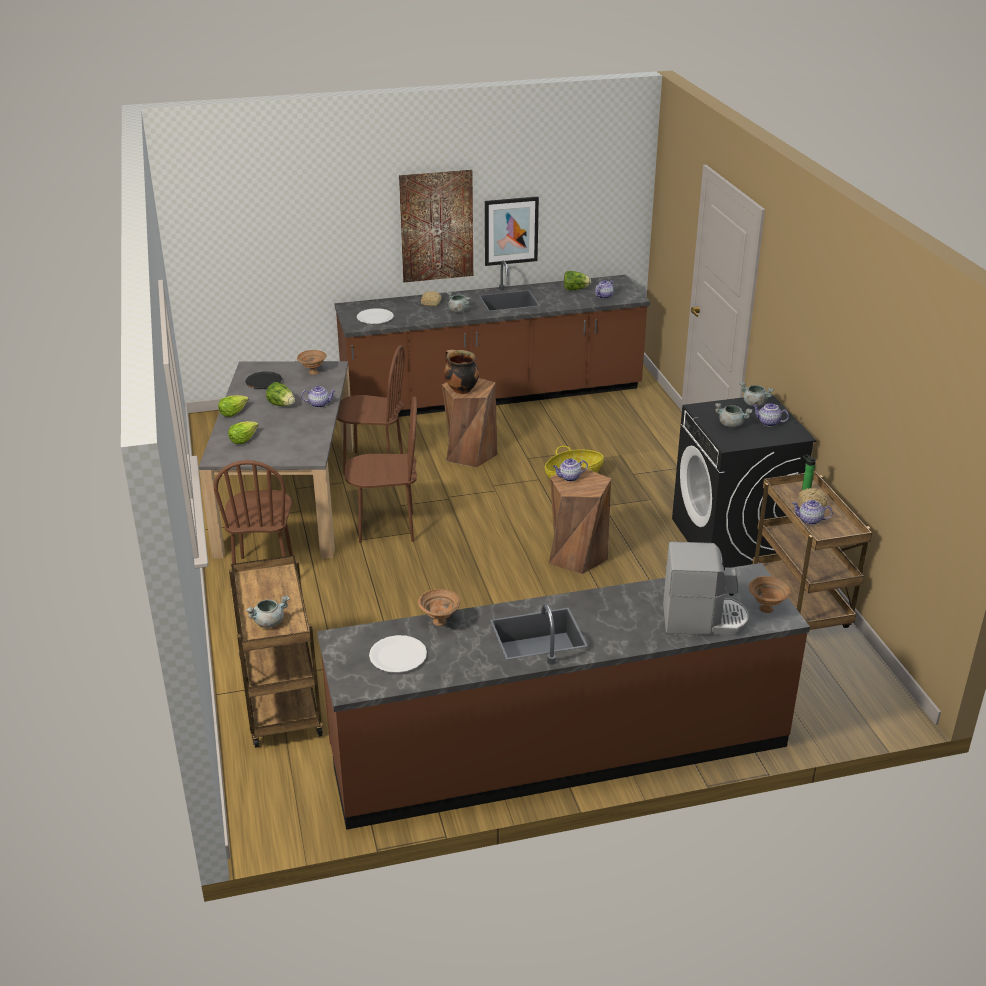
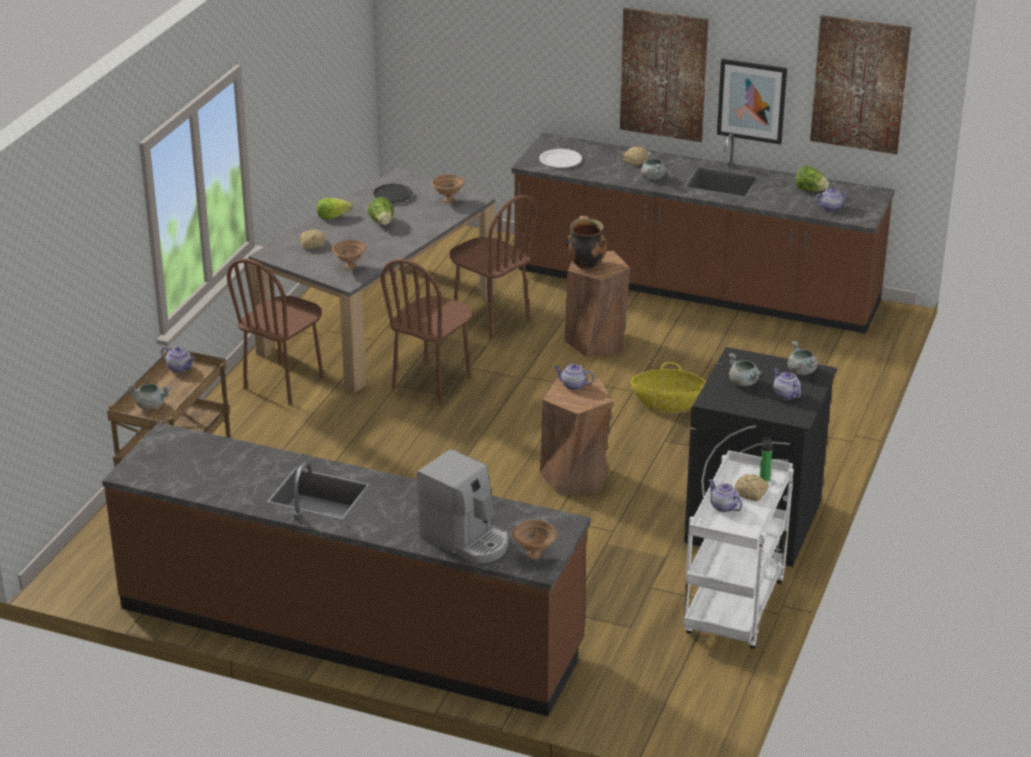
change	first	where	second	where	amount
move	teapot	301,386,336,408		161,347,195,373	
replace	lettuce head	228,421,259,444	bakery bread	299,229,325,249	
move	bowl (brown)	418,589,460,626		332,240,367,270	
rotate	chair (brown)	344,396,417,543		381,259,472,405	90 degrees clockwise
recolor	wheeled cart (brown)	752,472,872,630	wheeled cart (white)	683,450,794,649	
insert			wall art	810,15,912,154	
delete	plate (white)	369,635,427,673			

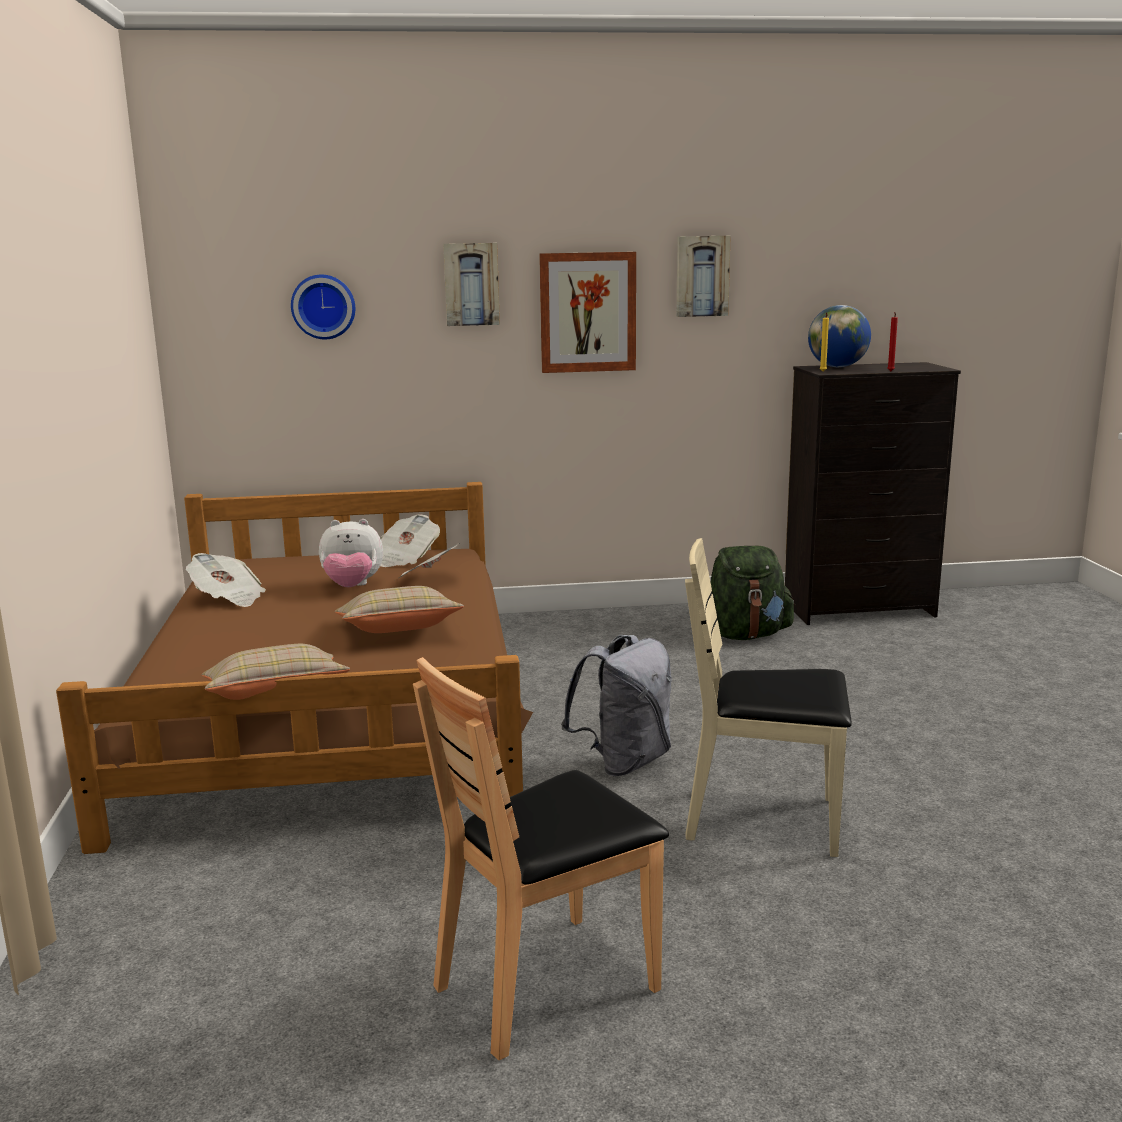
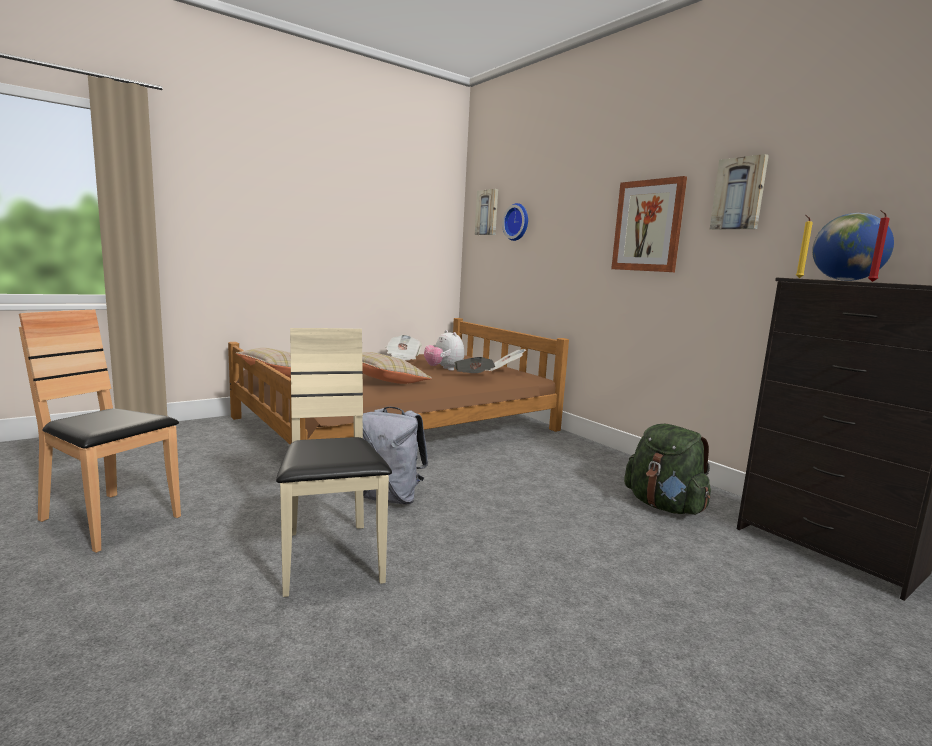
change	first	where	second	where	amount
move	wall art	443,243,500,326		475,189,498,235	

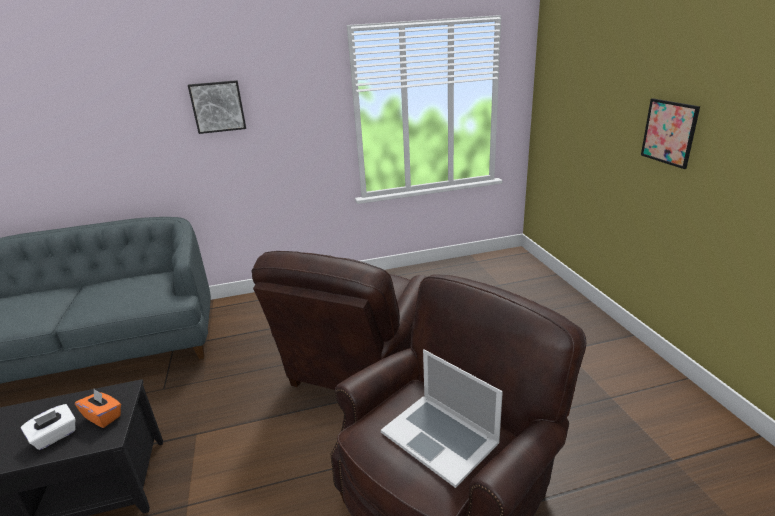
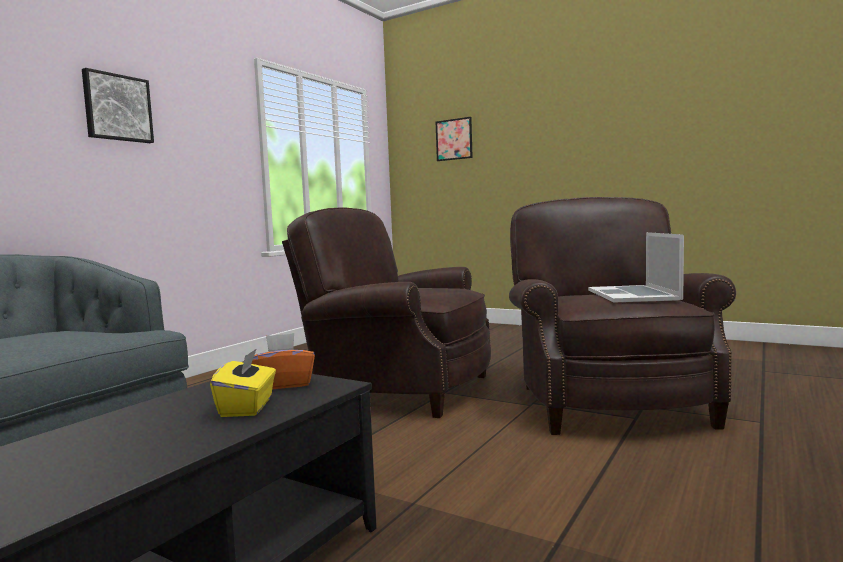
change	first	where	second	where	amount
recolor	tissue holder (white)	21,404,76,450	tissue holder (yellow)	210,348,276,417	
rotate	lounge chair (brown)	252,251,427,390		282,207,491,418	135 degrees clockwise
move	wall art	641,98,700,169		436,117,473,161	
rotate	portable computer	381,349,503,488		588,232,684,302	90 degrees clockwise

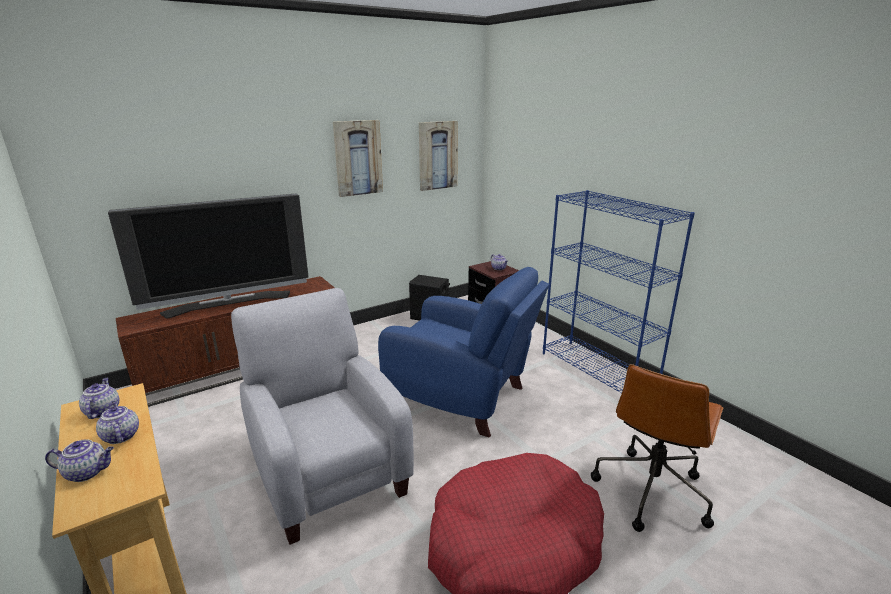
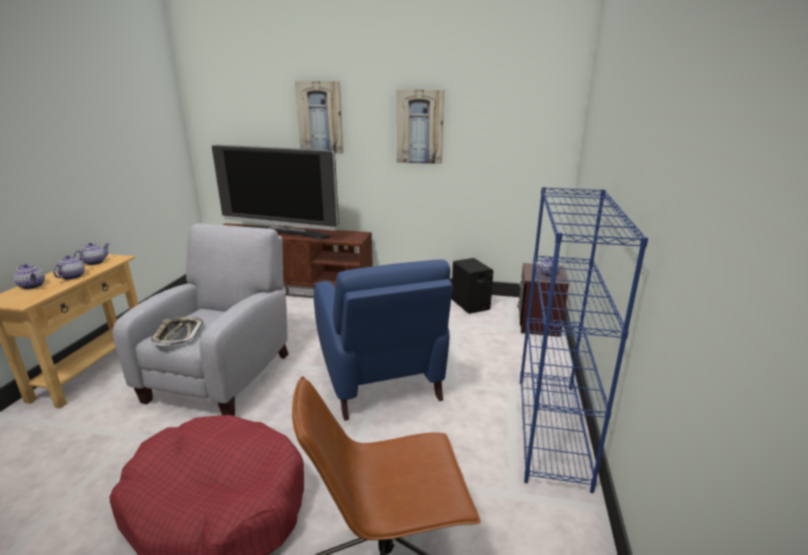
change	first	where	second	where	amount
insert			serving tray	151,317,203,346	
move	wall art	419,121,458,191		295,81,343,154	

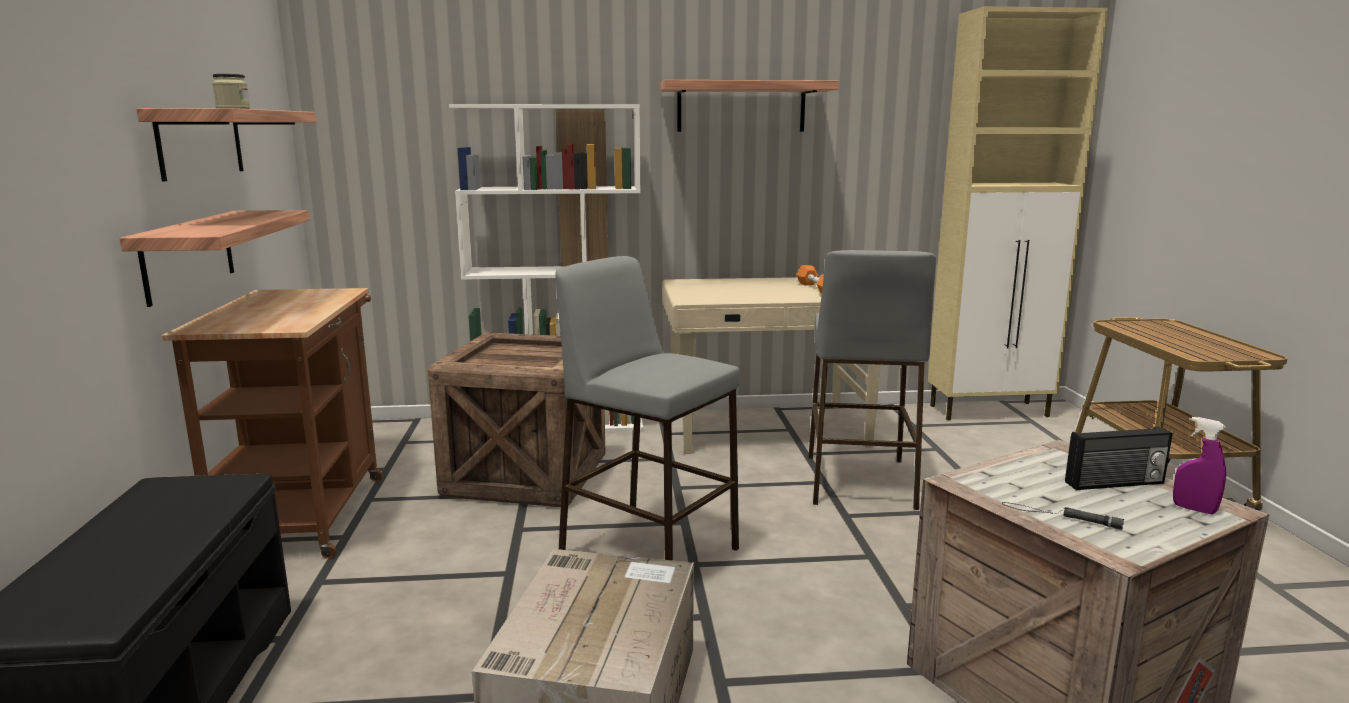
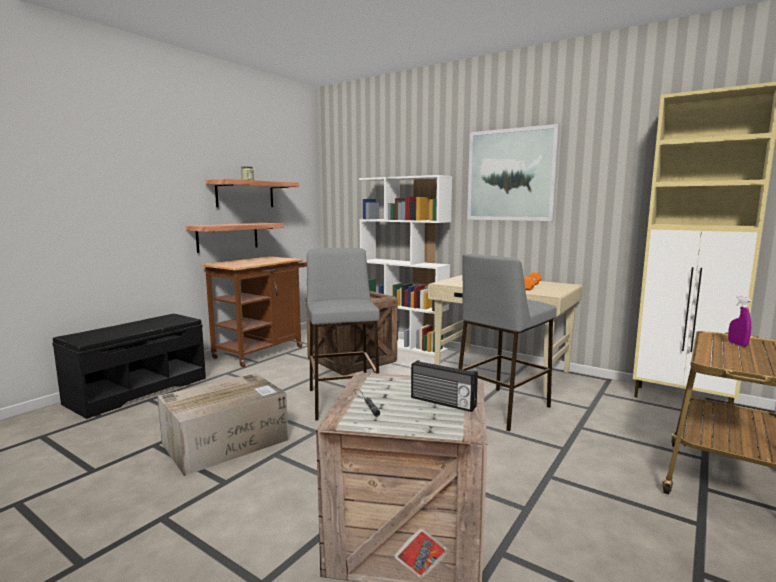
change	first	where	second	where	amount
replace	shelf	660,80,839,132	wall art	467,124,560,221	
move	spray bottle (purple)	1173,417,1226,514		728,296,751,347	

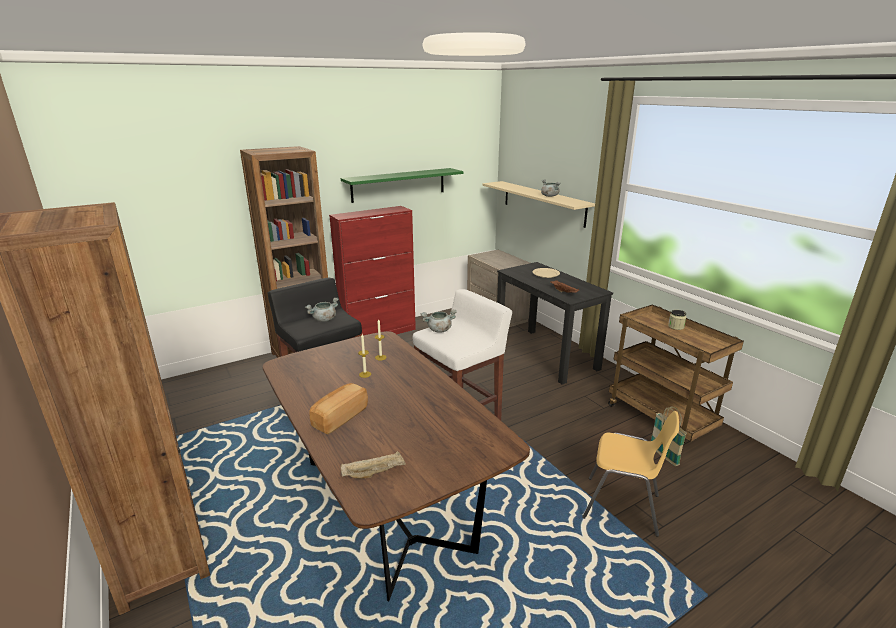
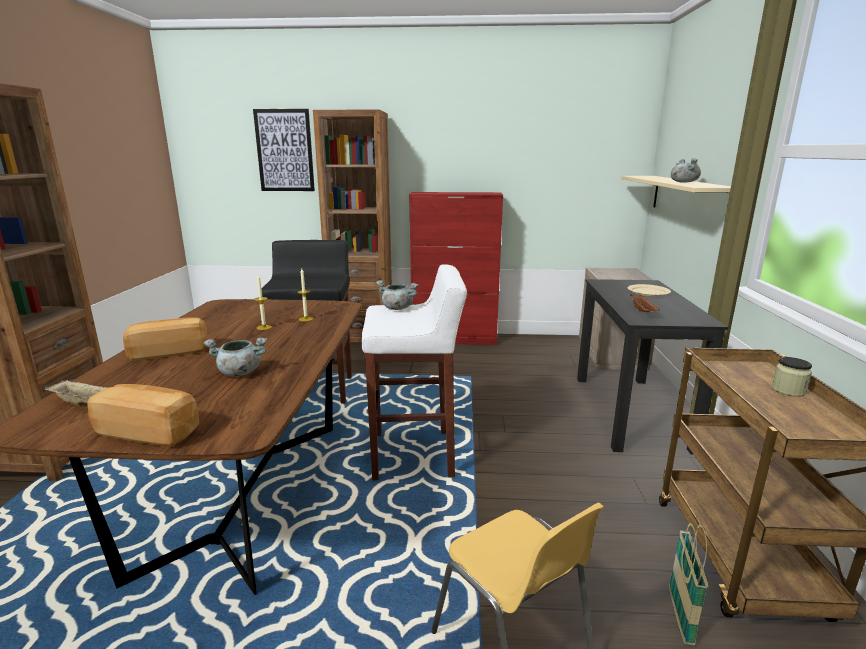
change	first	where	second	where	amount
insert			bakery bread	87,384,199,447	
move	stockpot (grey)	305,298,339,322		203,337,267,376	
insert			wall art	253,109,315,191	
delete	shelf (greenish)	341,168,463,203			

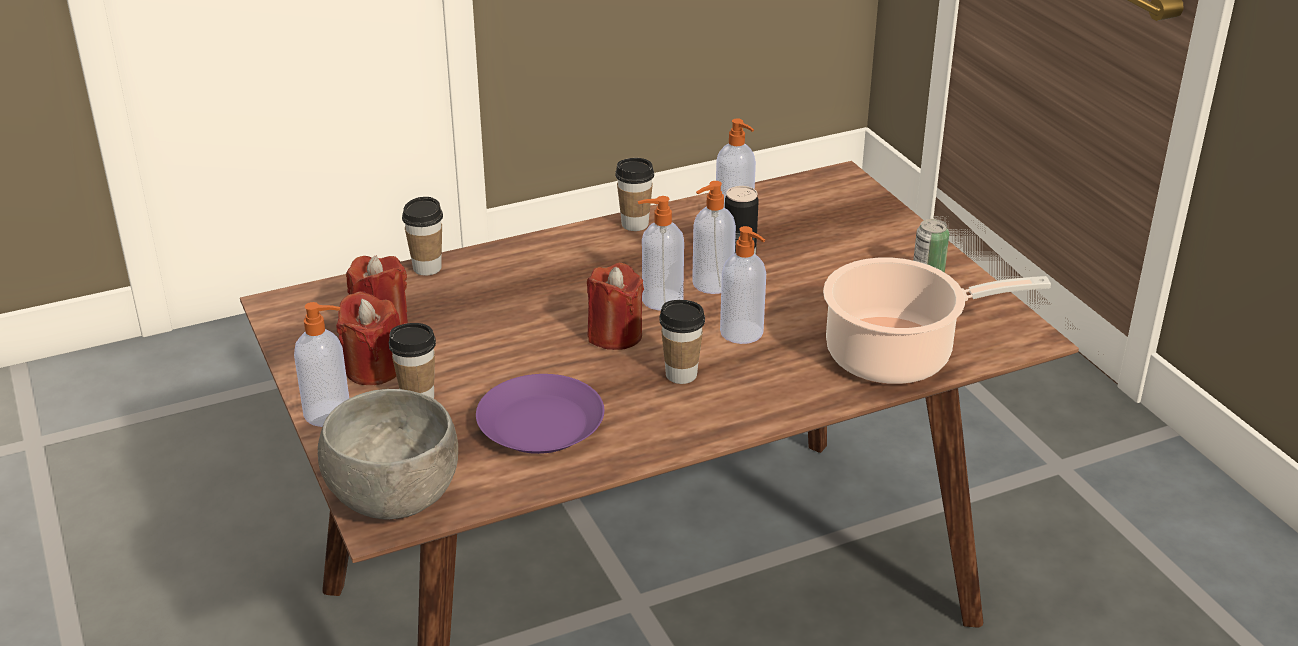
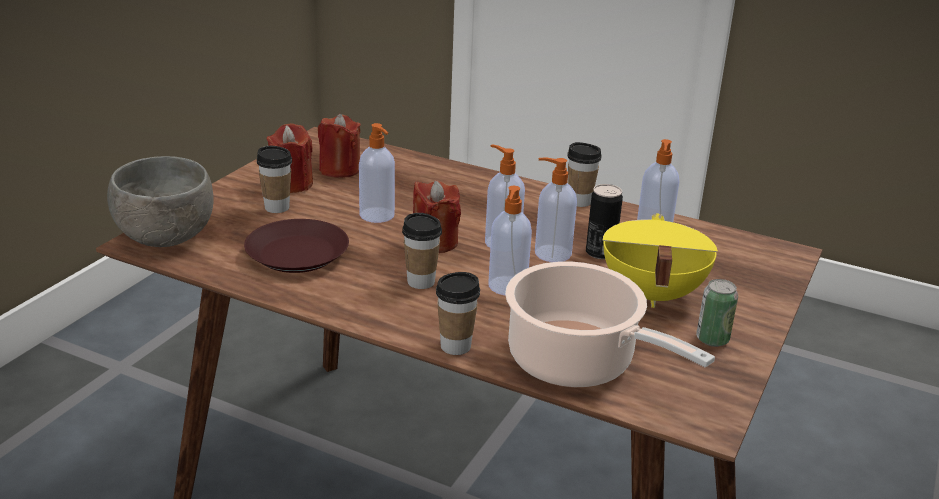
change	first	where	second	where	amount
recolor	plate (purple)	476,374,604,454	plate (brown)	244,219,349,273	
move	soap dispenser	294,302,349,427		359,123,395,223	
move	small cup	402,197,443,276		436,272,480,355	
insert			stockpot (yellow)	602,214,718,308	

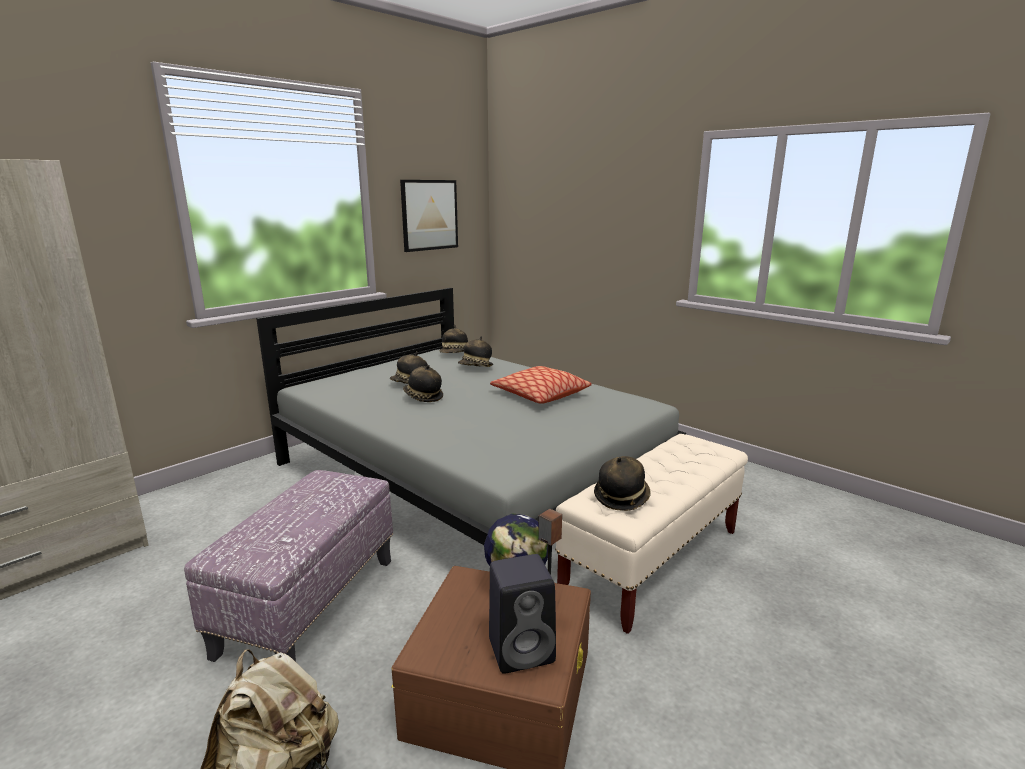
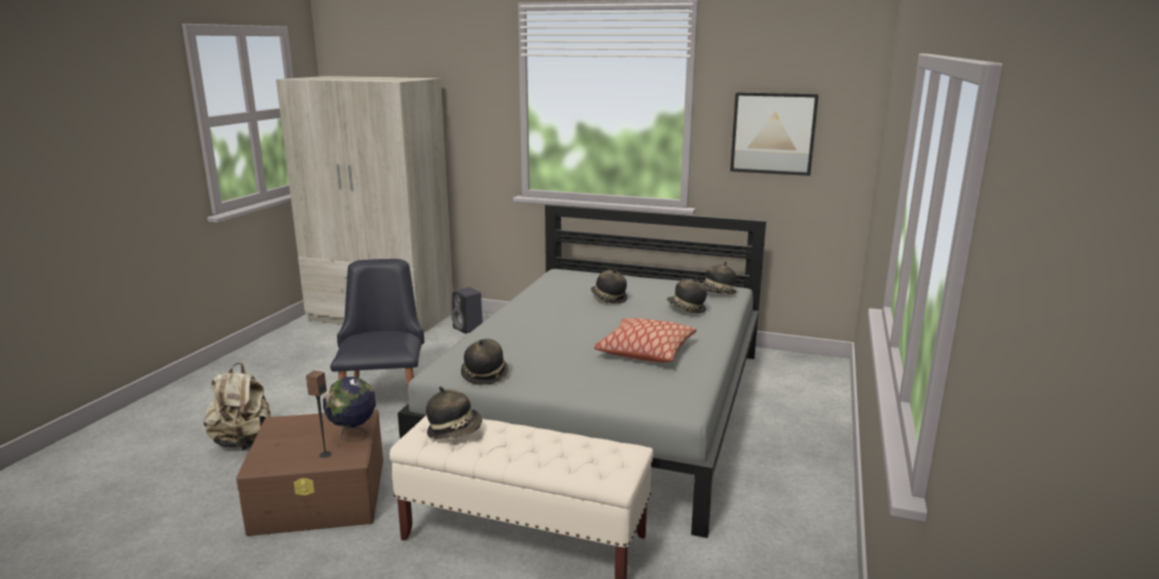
change	first	where	second	where	amount
replace	pouffe	184,470,393,662	chair (blackish)	330,259,424,402	
move	loudspeaker (blackish)	489,554,556,674		452,287,483,334	
move	wearable hat	403,365,443,402		461,339,509,385	

